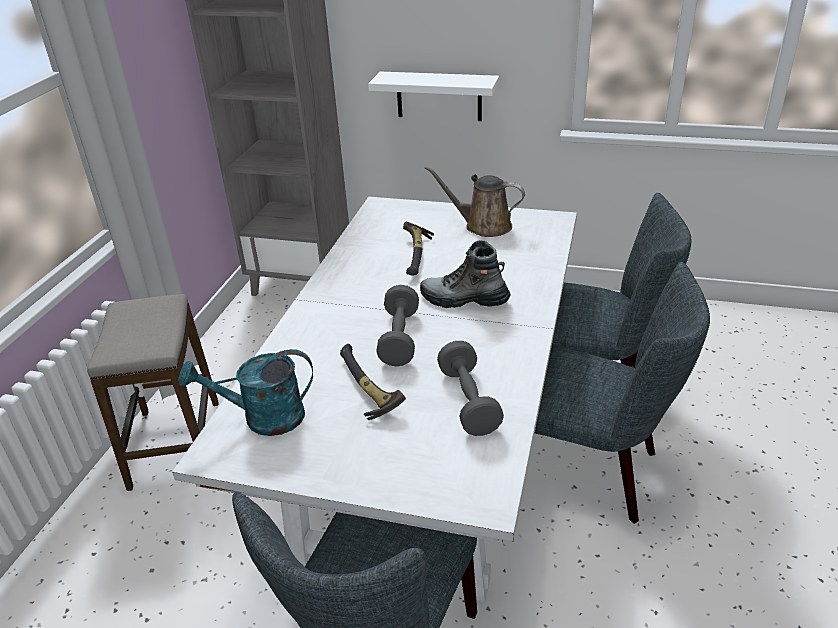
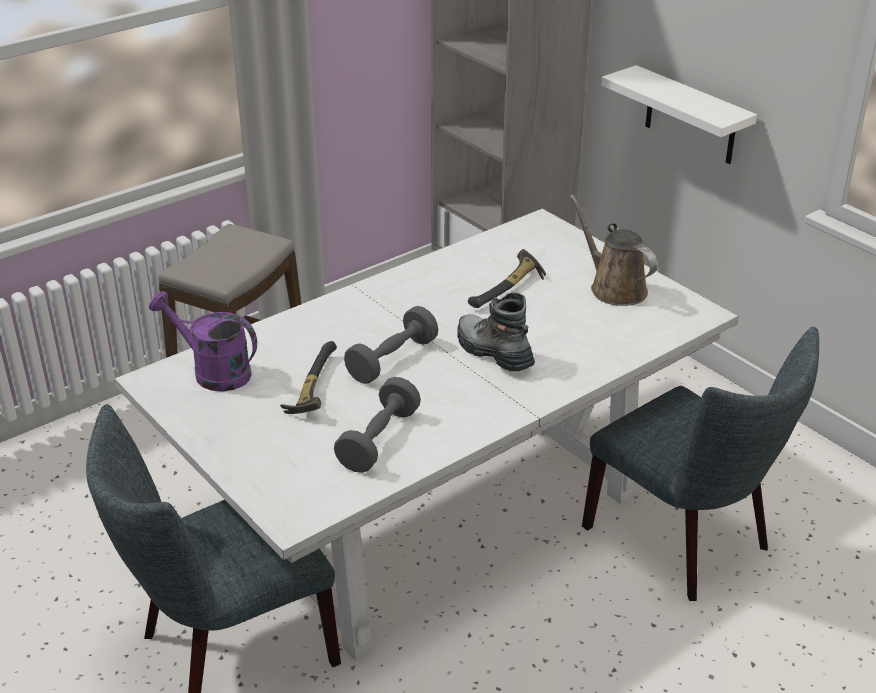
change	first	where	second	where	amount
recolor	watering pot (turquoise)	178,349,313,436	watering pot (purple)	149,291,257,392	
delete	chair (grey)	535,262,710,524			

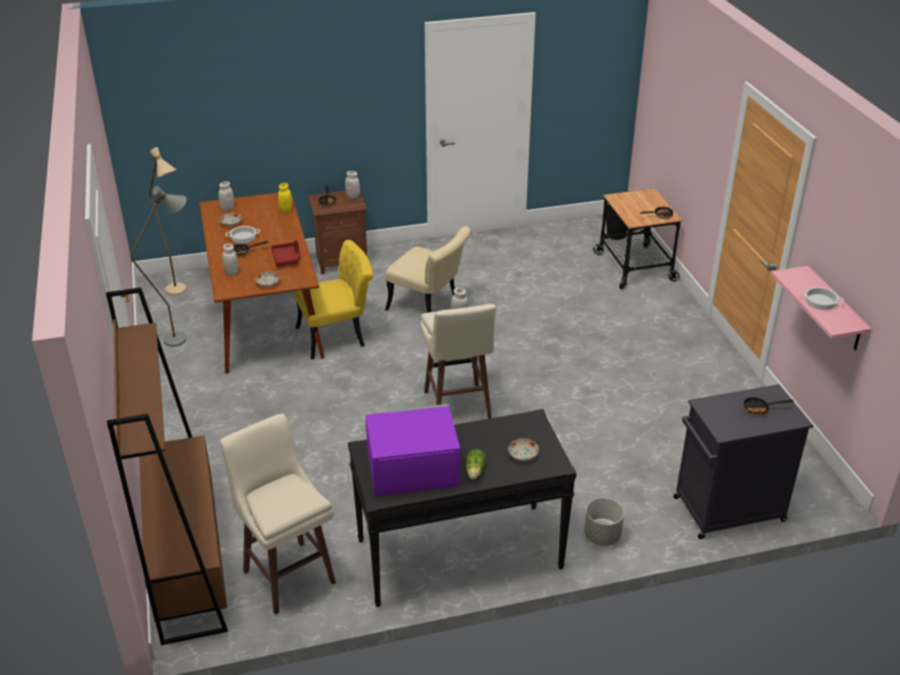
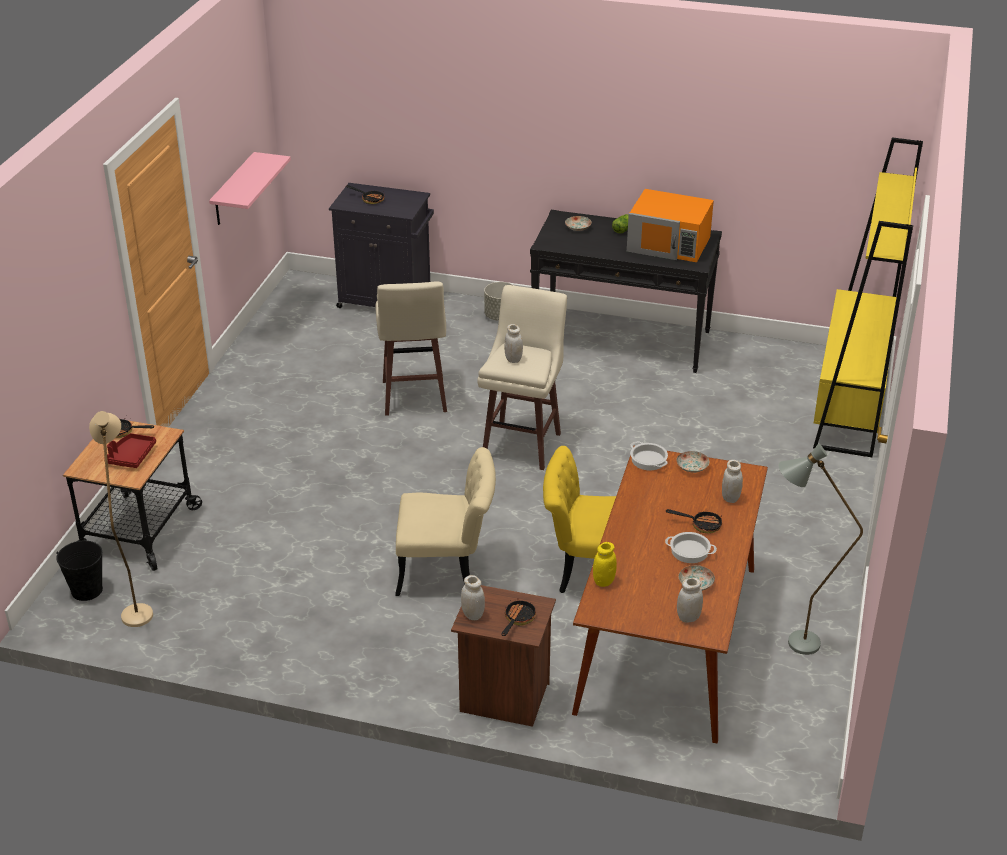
change	first	where	second	where	amount
move	standing lamp (sand-coloured)	149,147,187,295		89,411,153,627	
move	serving tray (red)	271,240,300,267		104,433,156,468	
move	sitting stool (sand-coloured)	220,414,336,615		376,281,447,416	
rotate	chair (sand-coloured)	385,226,471,313		395,447,496,596	120 degrees clockwise
recolor	kitchen microwave (purple)	365,404,460,496	kitchen microwave (orange-coloured)	627,189,714,262	
move	stockpot	800,287,844,310		630,441,668,470	
recolor	shelving unit (brown)	106,287,228,645	shelving unit (yellow)	813,137,923,457	

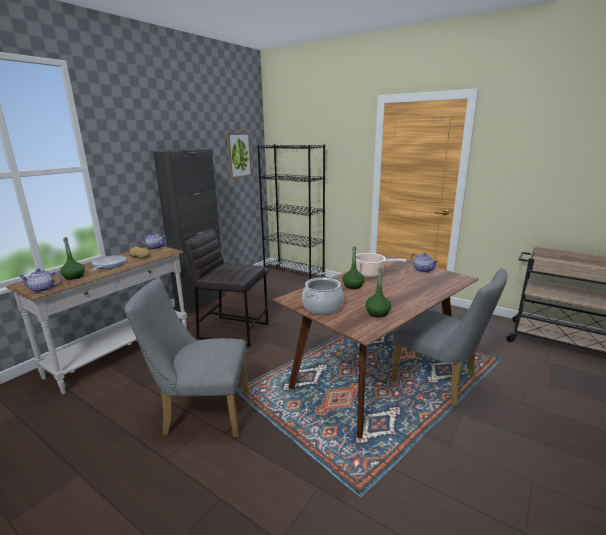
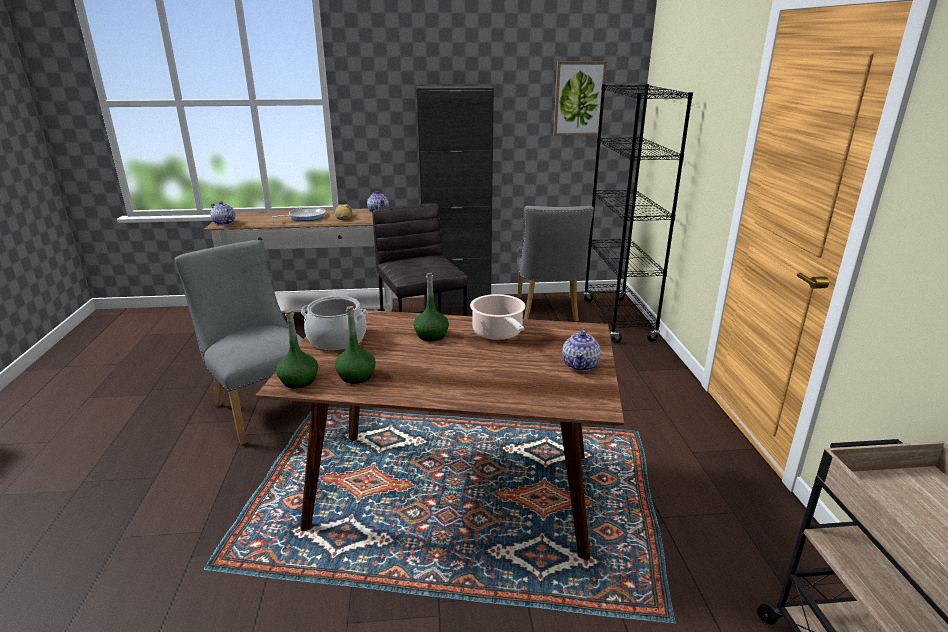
change	first	where	second	where	amount
move	bottle (greenish)	60,237,85,280		276,310,318,389	
move	chair (grey)	391,269,508,406		517,206,594,322	

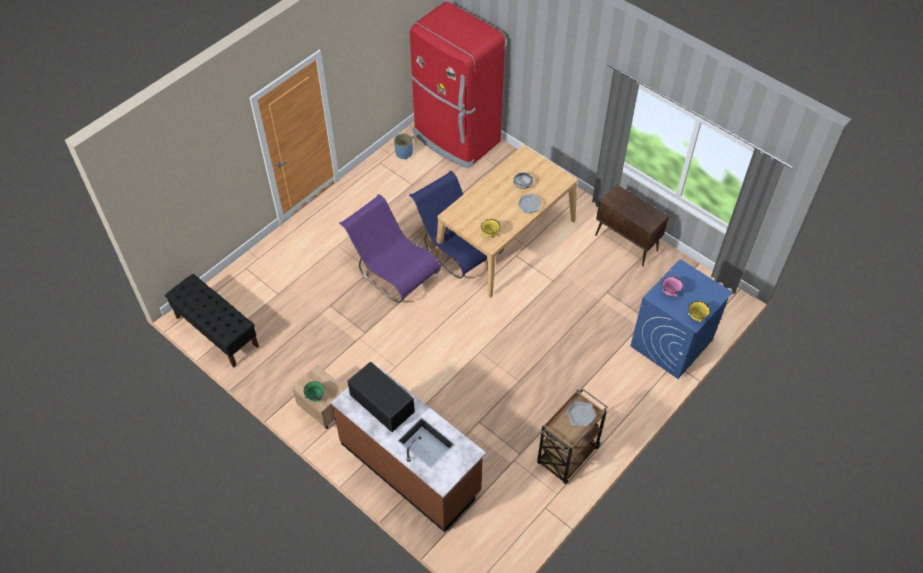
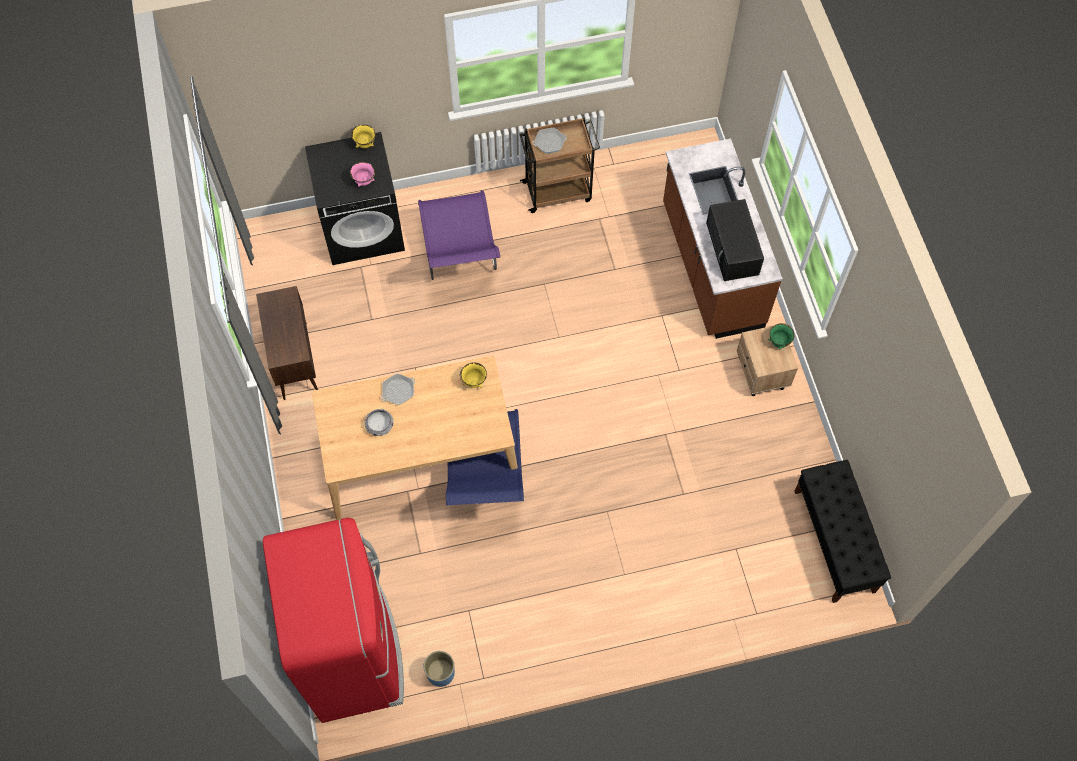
change	first	where	second	where	amount
recolor	washing machine (bluish)	630,259,733,379	washing machine (blackish)	305,132,405,265	
move	chair (purple)	339,194,441,303		418,190,500,280	

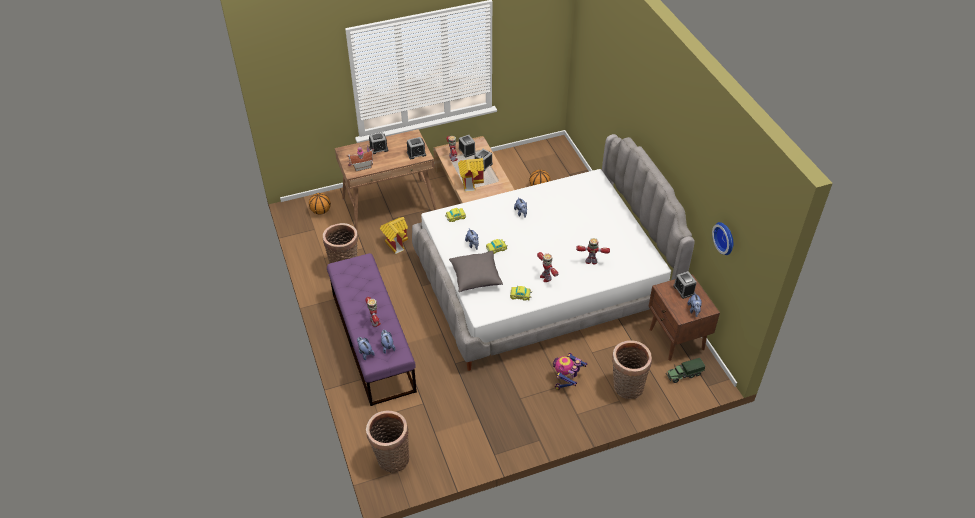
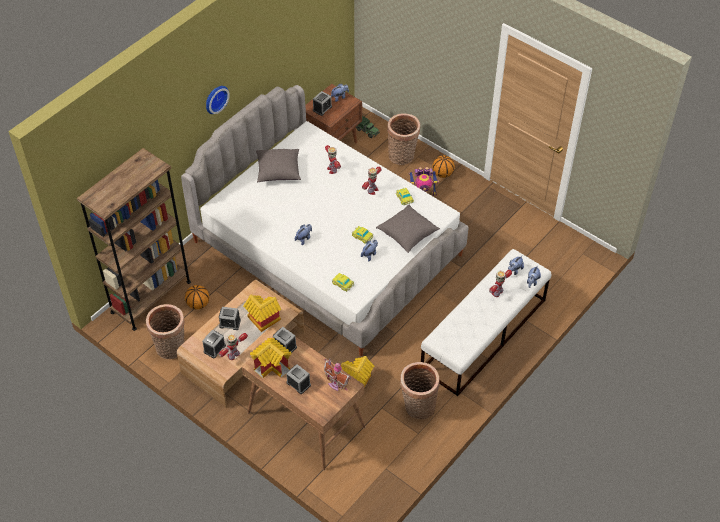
change	first	where	second	where	amount
insert			shelving unit (brown)	77,148,191,331	
move	household basket	366,411,409,473		146,304,185,359	
move	clock on the wall	712,222,733,255		206,86,230,114	
insert			toy house	250,338,292,378	
insert			pillow (grey)	256,149,301,182	
recolor	bench (purple)	327,253,417,406	bench (white)	421,249,551,396	
move	basketball ball	309,193,331,215		432,155,455,178	

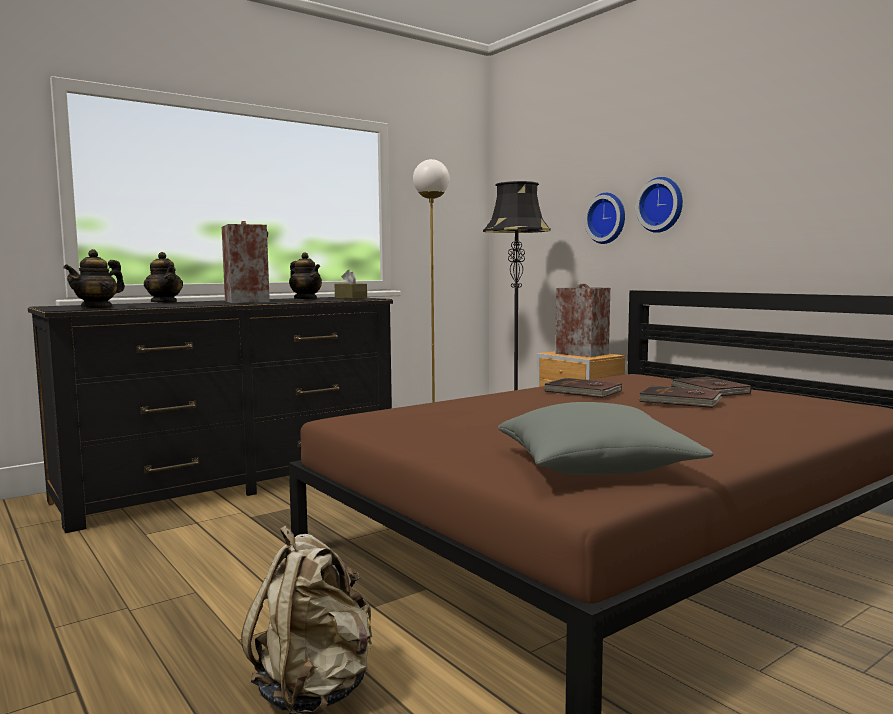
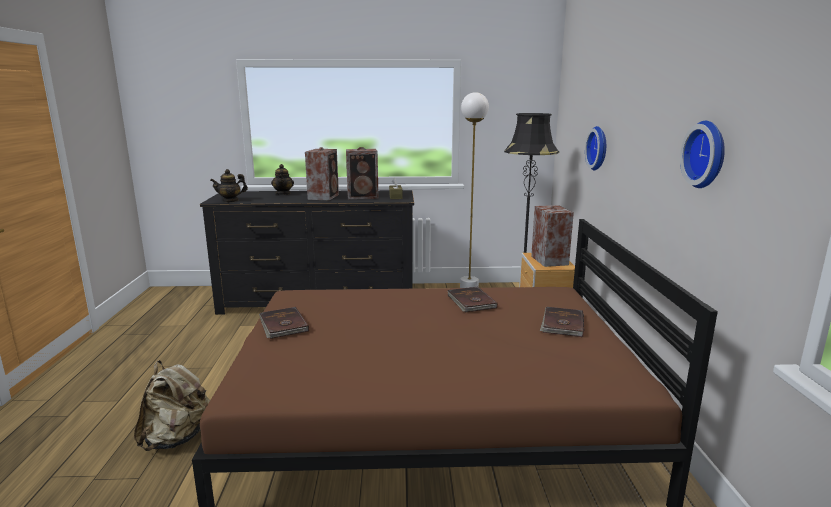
change	first	where	second	where	amount
move	book (brown)	639,386,723,408		259,307,309,339	
replace	teapot	289,252,322,300	loudspeaker	346,147,379,199	
move	clock on the wall	636,177,683,233		680,121,725,188	
delete	pillow (grey)	498,402,714,475			

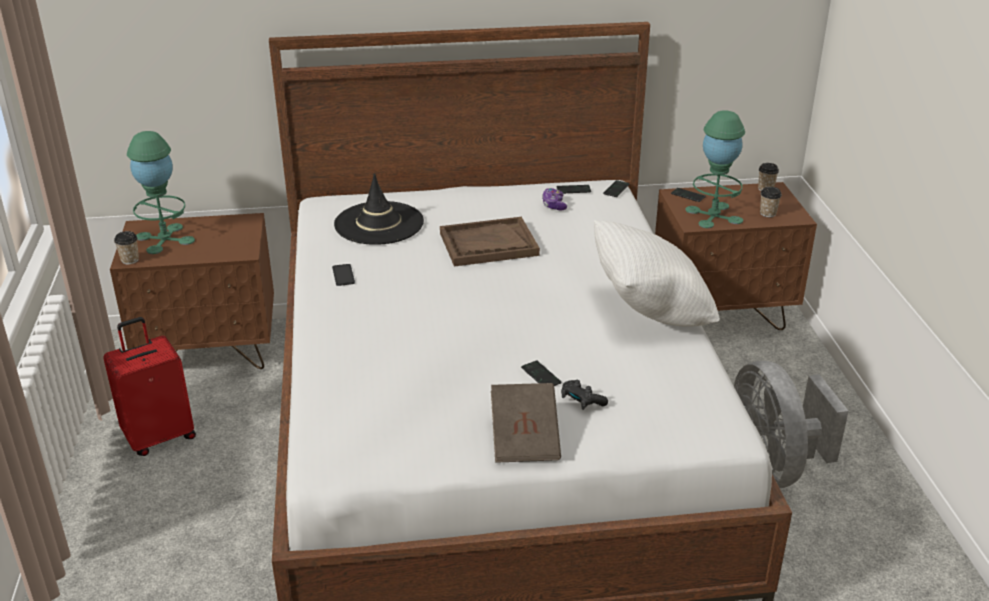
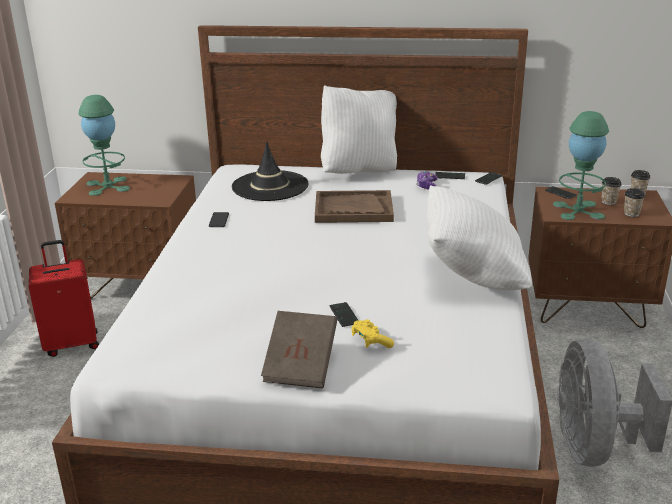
change	first	where	second	where	amount
insert			pillow (white)	321,85,397,174	
recolor	gamepad (blackish)	561,380,608,410	gamepad (yellow)	351,319,394,348	
move	small cup	114,231,139,264		601,177,622,205	

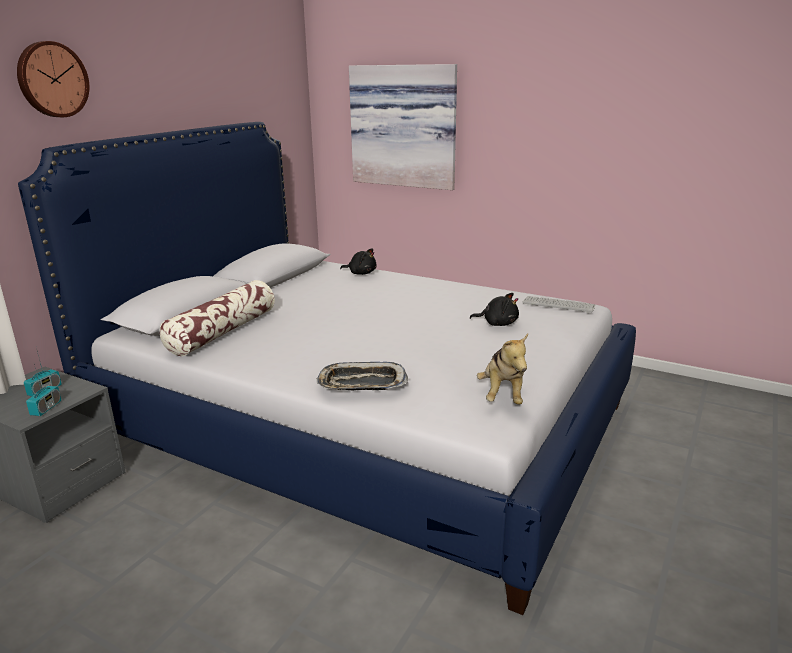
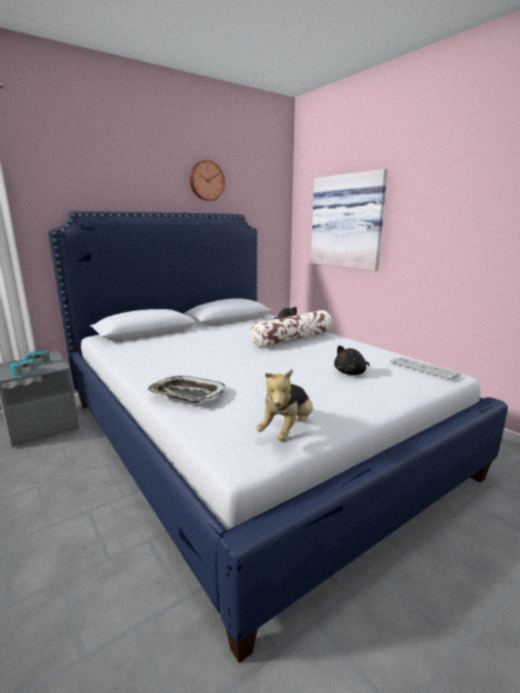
change	first	where	second	where	amount
move	clock on the wall	17,41,89,117		190,160,225,201	
move	pillow	160,280,275,356		251,310,332,348	
rotate	cuddly toy (blackish)	470,293,519,326		334,345,369,375	105 degrees clockwise

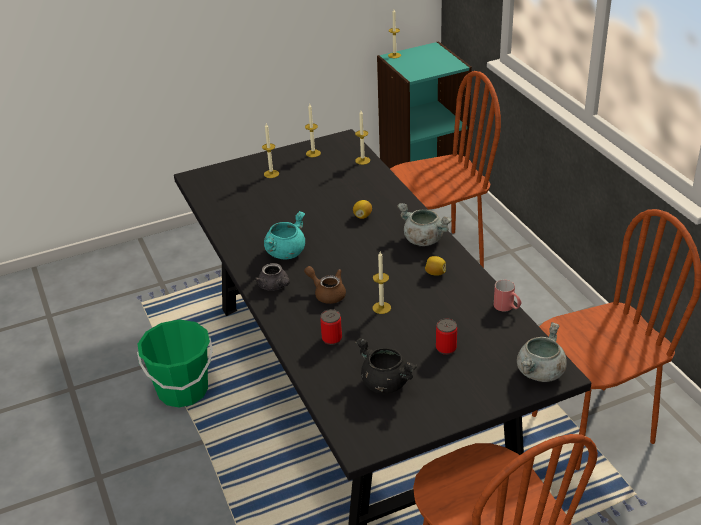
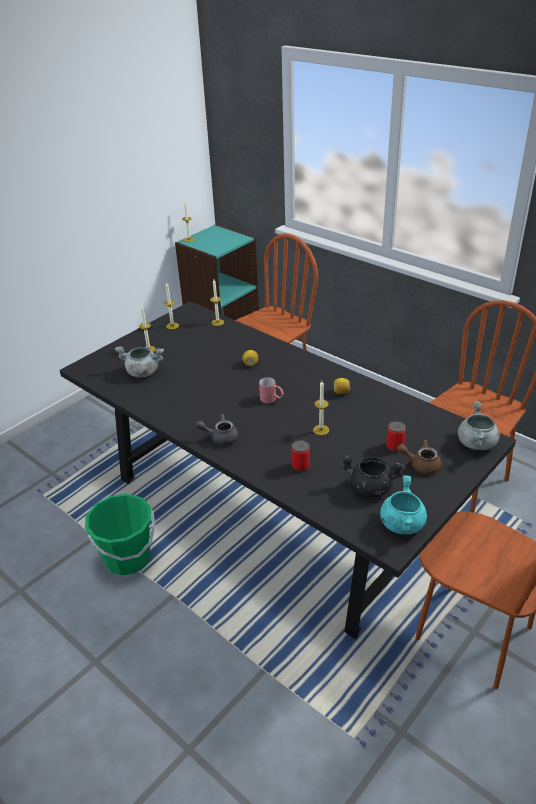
change	first	where	second	where	amount
move	stockpot (grey)	397,203,452,246		115,346,164,378	
rotate	teapot (grey)	254,263,290,291		196,414,239,446	150 degrees clockwise
move	mug (red)	494,280,521,312		259,377,284,403	
move	stockpot (turquoise)	264,211,305,259		380,475,427,534	
move	teapot (brown)	304,266,346,304		397,440,442,474	

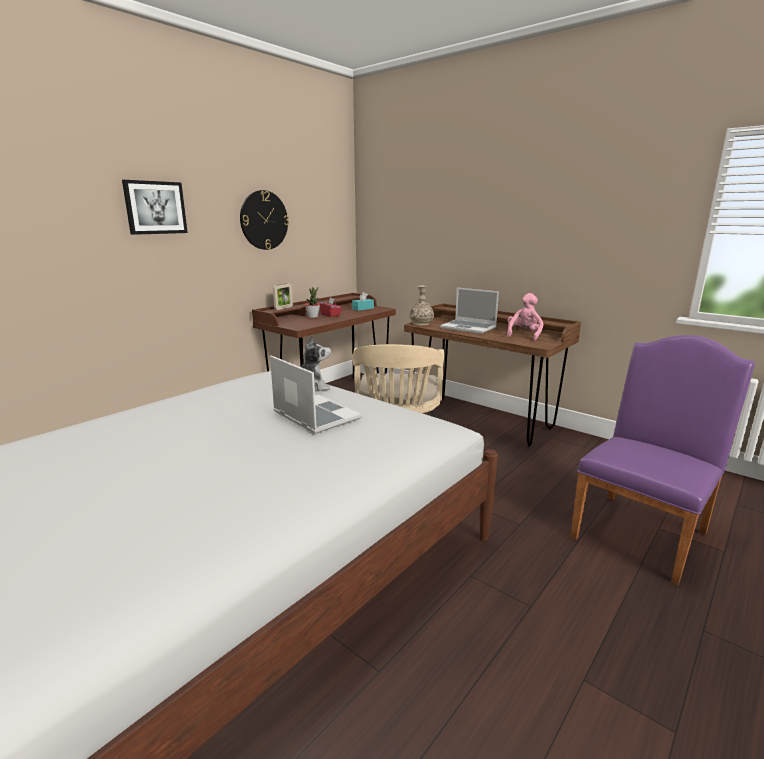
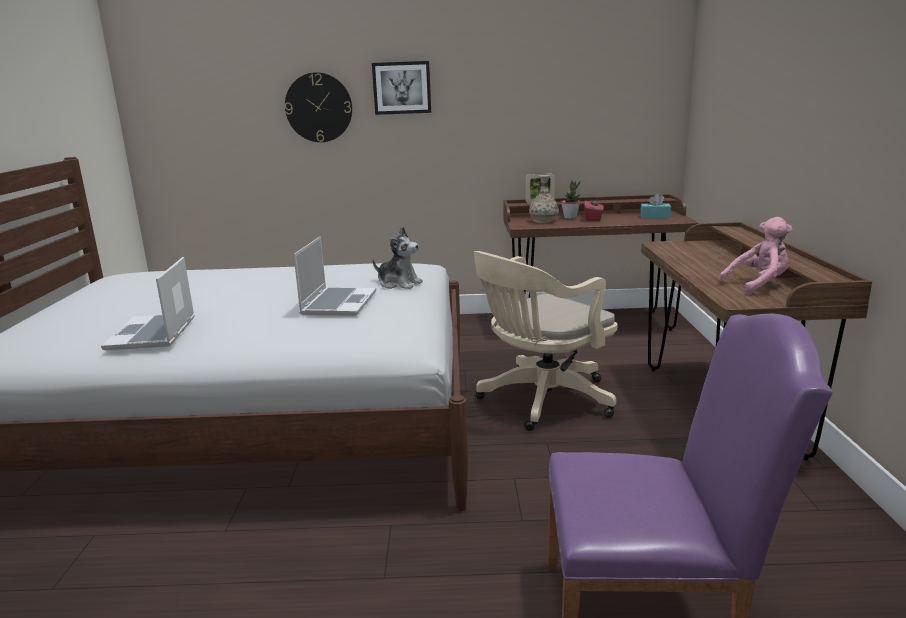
change	first	where	second	where	amount
move	portable computer	440,288,499,334		101,257,195,351	
move	clock on the wall	240,190,289,250		285,72,352,142	
move	vase	409,286,434,325		529,175,559,223	

